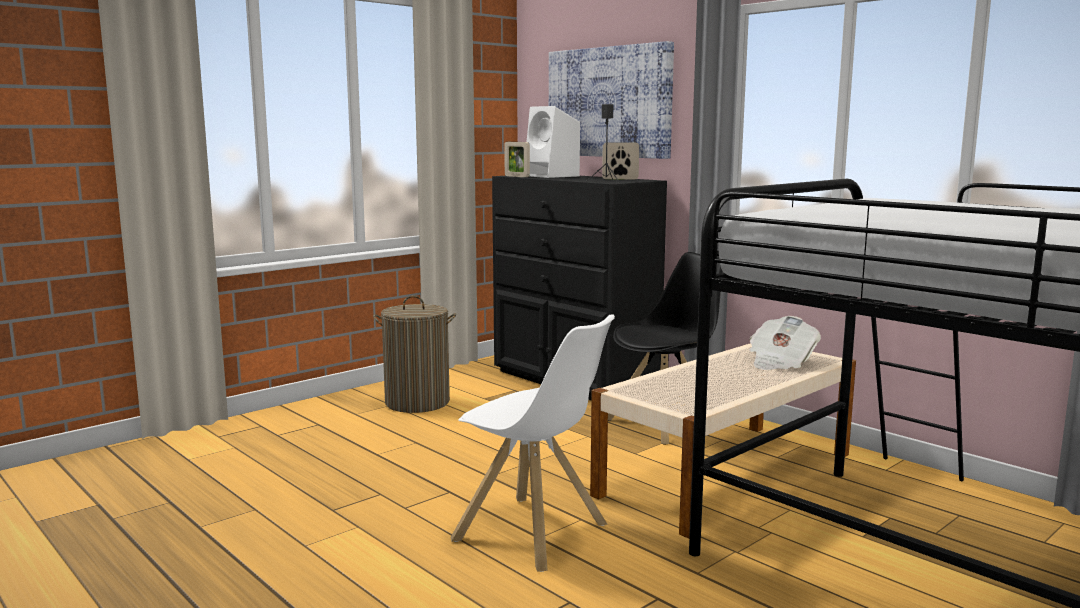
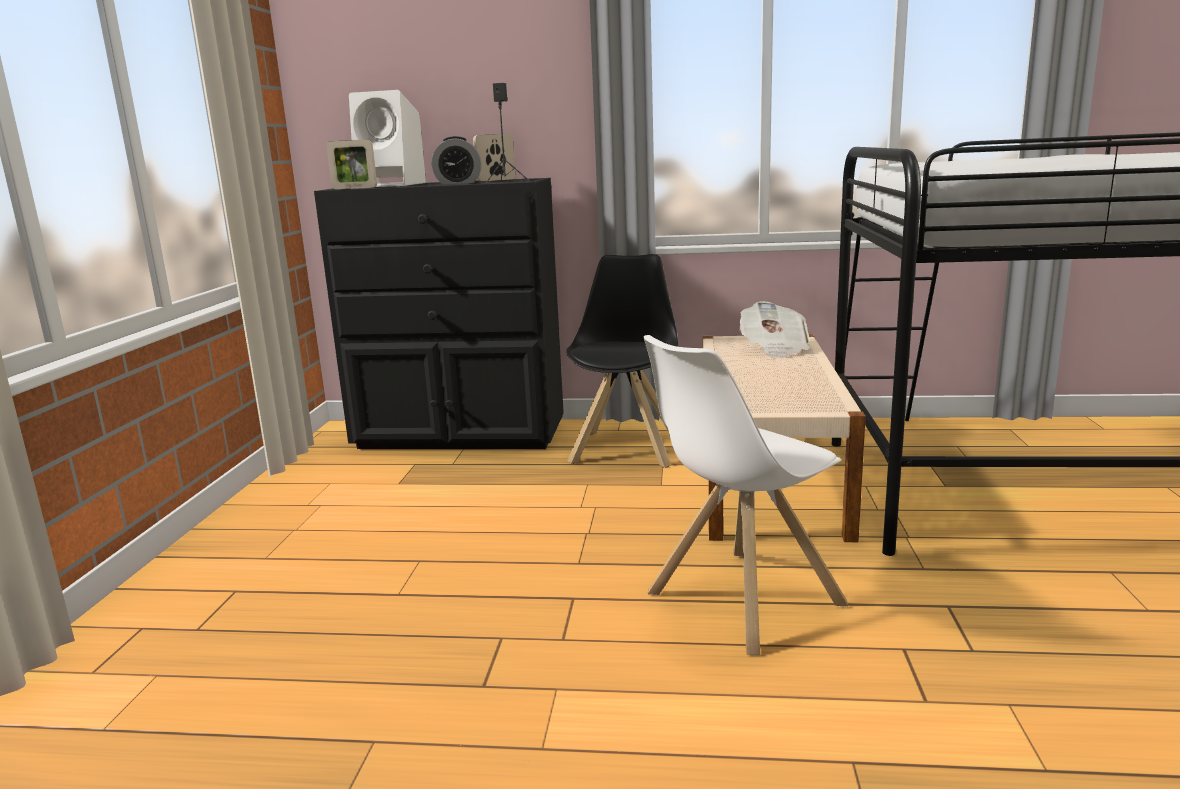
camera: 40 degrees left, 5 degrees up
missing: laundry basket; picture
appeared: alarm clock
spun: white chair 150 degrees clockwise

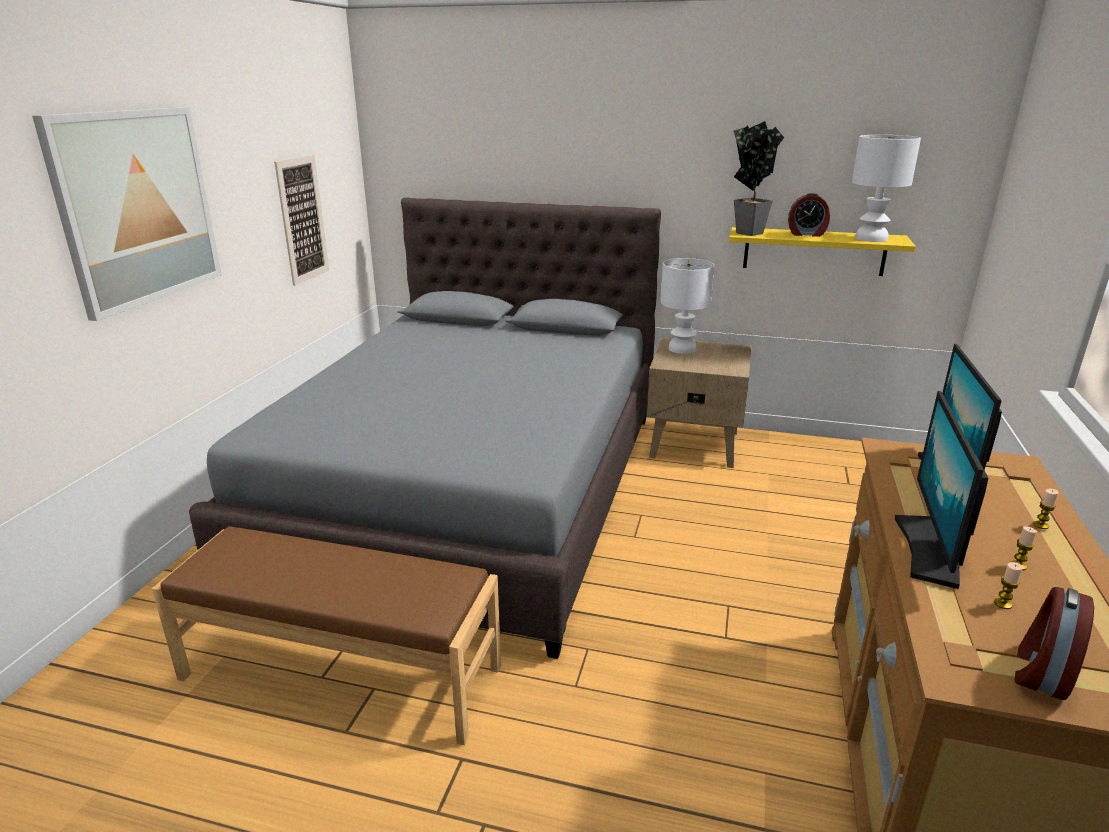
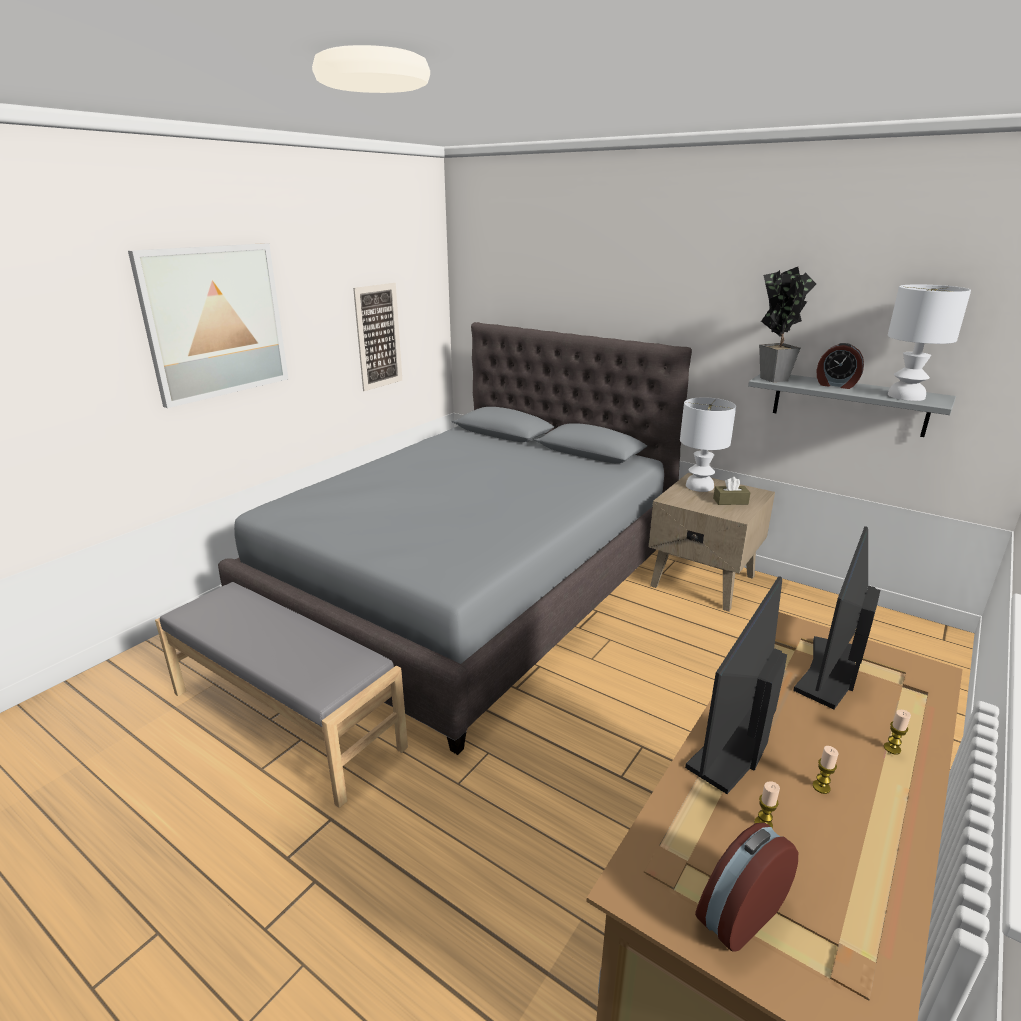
camera: 20 degrees right, 0 degrees up
appeared: brown tissue box
colour: brown bench to grey bench; yellow shelf to grey shelf

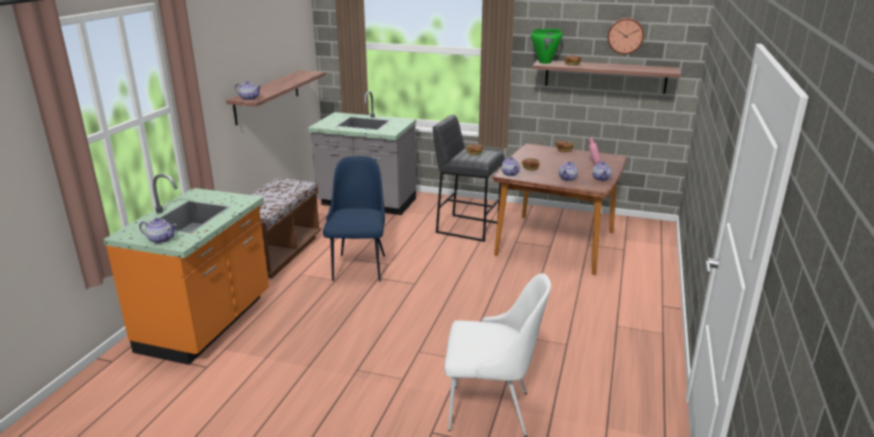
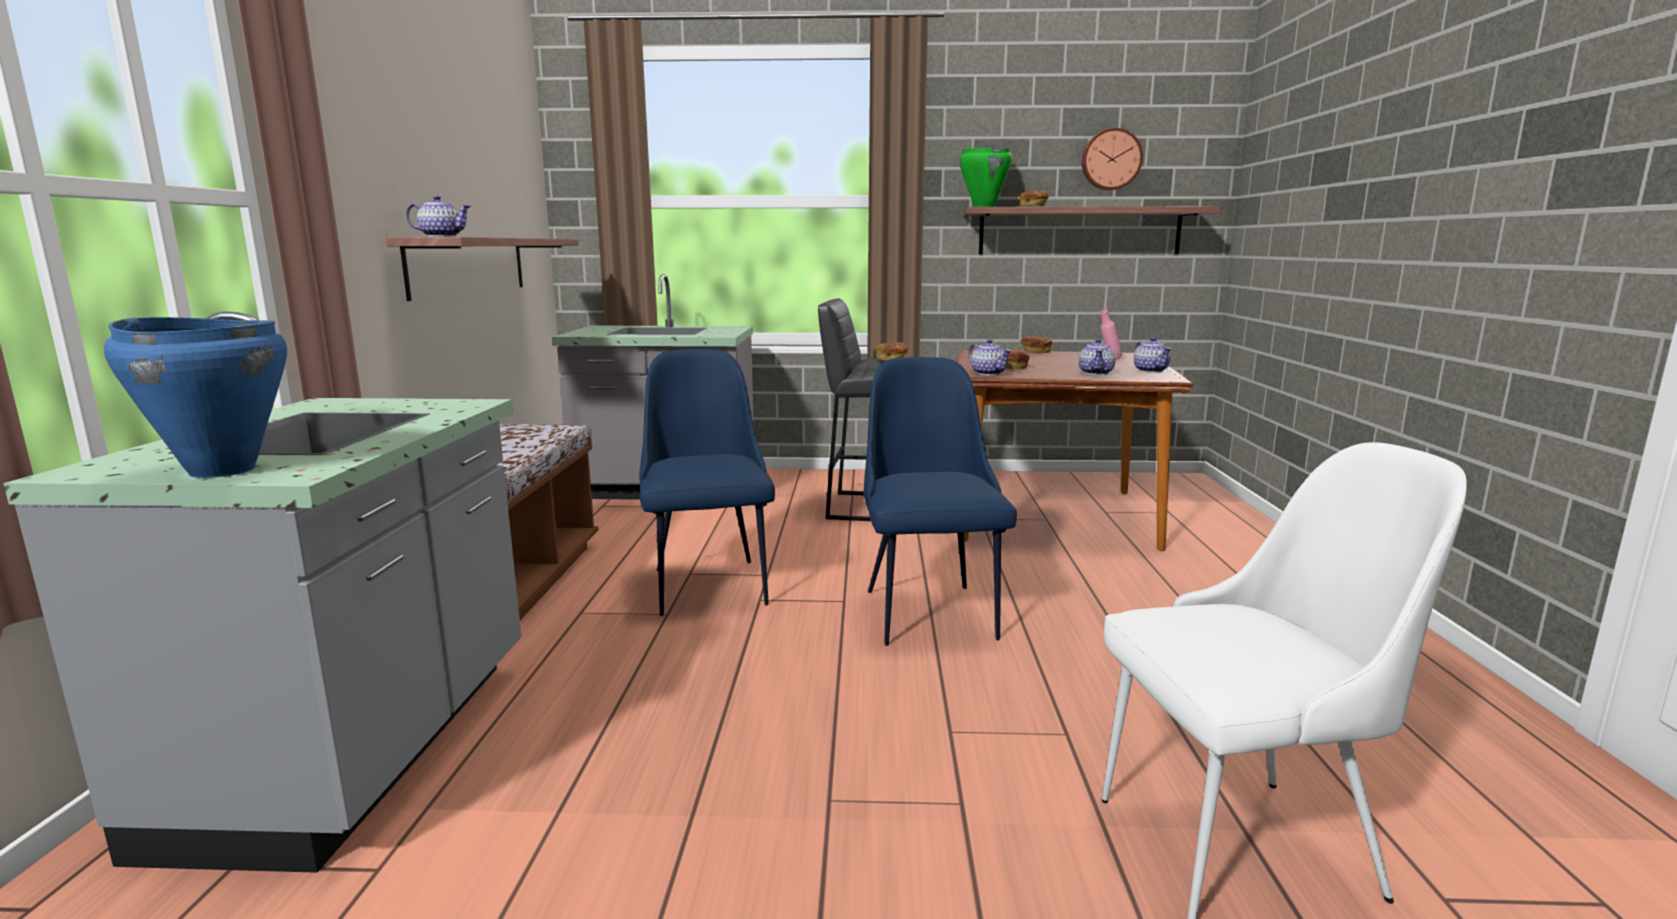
camera: 15 degrees left, 10 degrees down
appeared: blue chair (no. 2 from left)
exchanged: teapot (no. 1 from left) to blue cooking pot
colour: orange counter to grey counter (no. 1 from left)

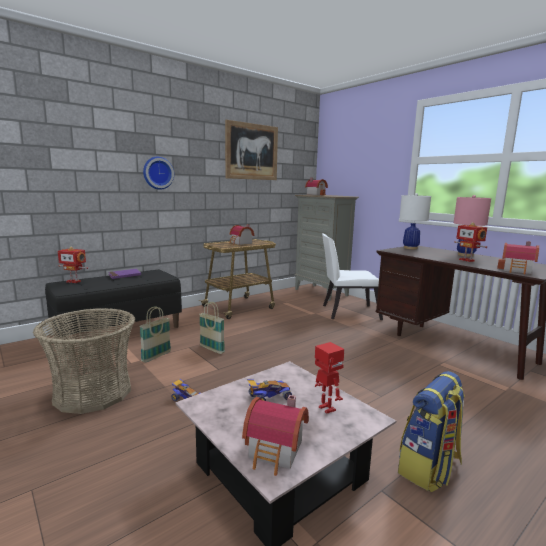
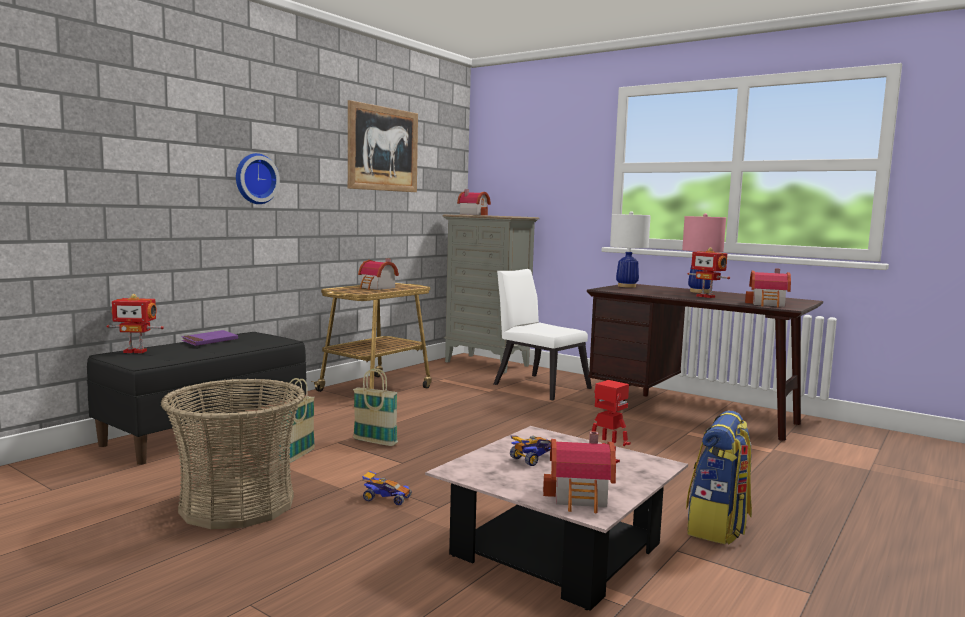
camera: 15 degrees left, 5 degrees down
spun: white chair 60 degrees clockwise

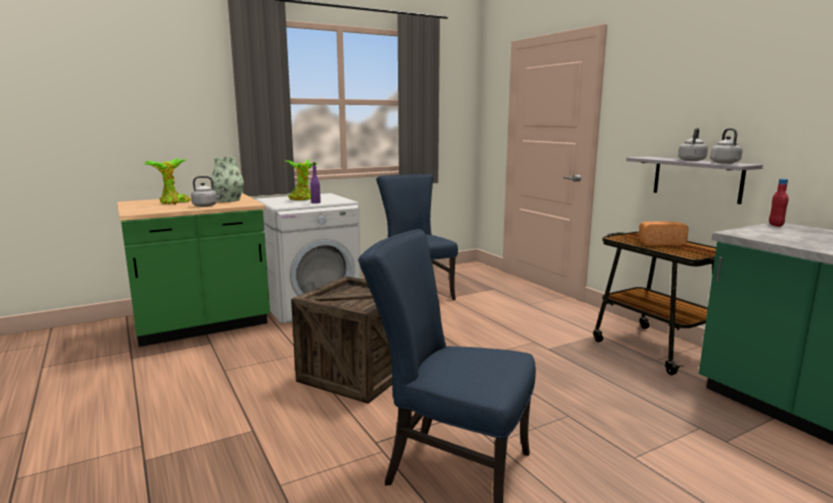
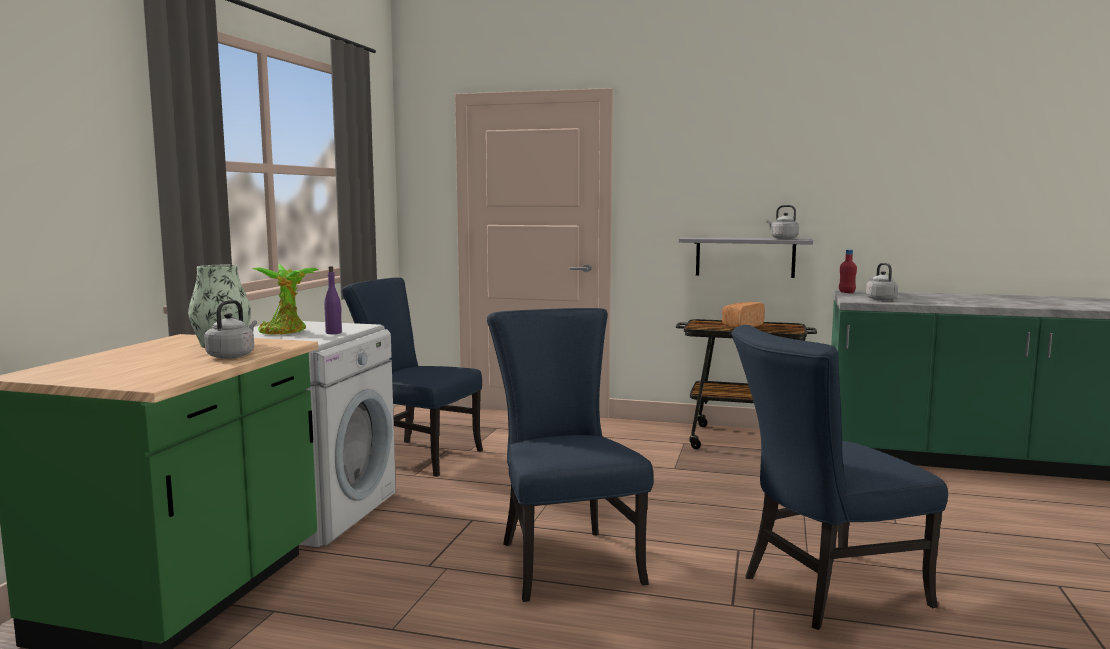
camera: 45 degrees left, 5 degrees down
missing: potted plant (no. 1 from left)
relocated: grey kettle (no. 2 from left in the first image) to grey kettle (no. 3 from left)
exchanged: crate to blue chair (no. 2 from left)

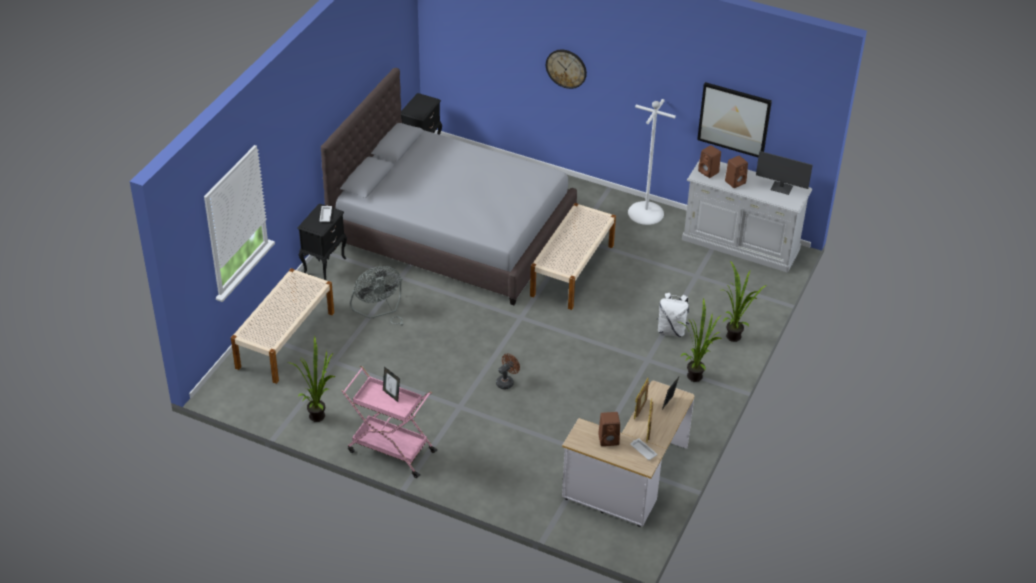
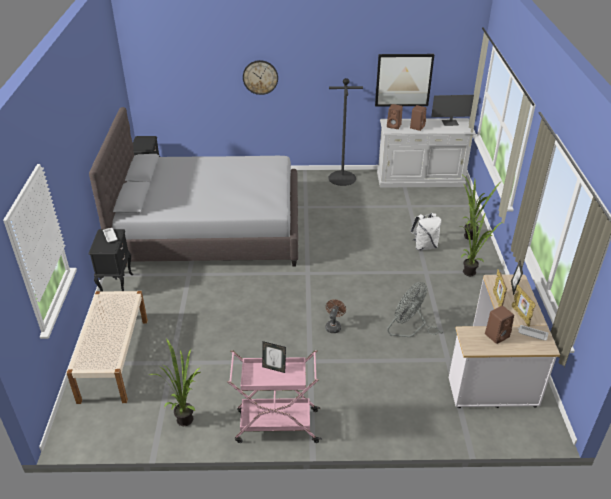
camera: 25 degrees left, 5 degrees down
missing: beige bench (no. 2 from left)
relocated: grey fan
colour: white clothes rack to black clothes rack

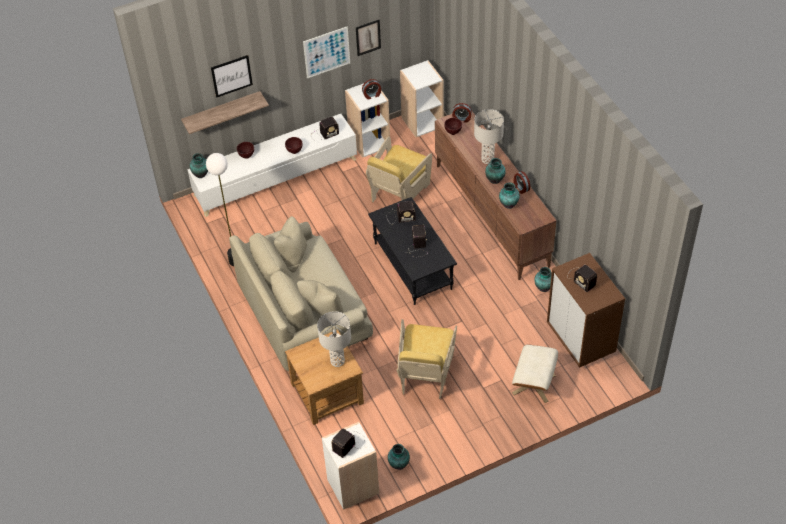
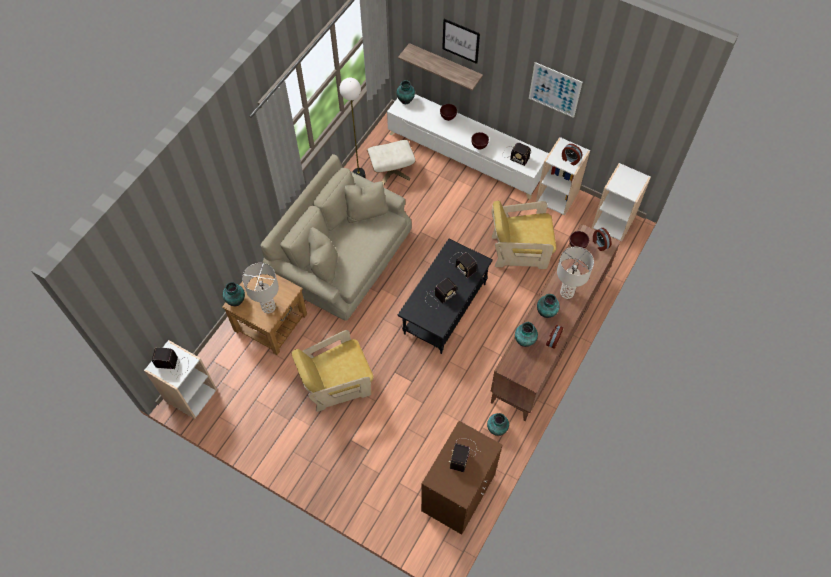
camera: 55 degrees right, 10 degrees up
missing: picture (no. 3 from left)
relocated: vase (no. 2 from left in the first image) to vase (no. 1 from left); beige ottoman

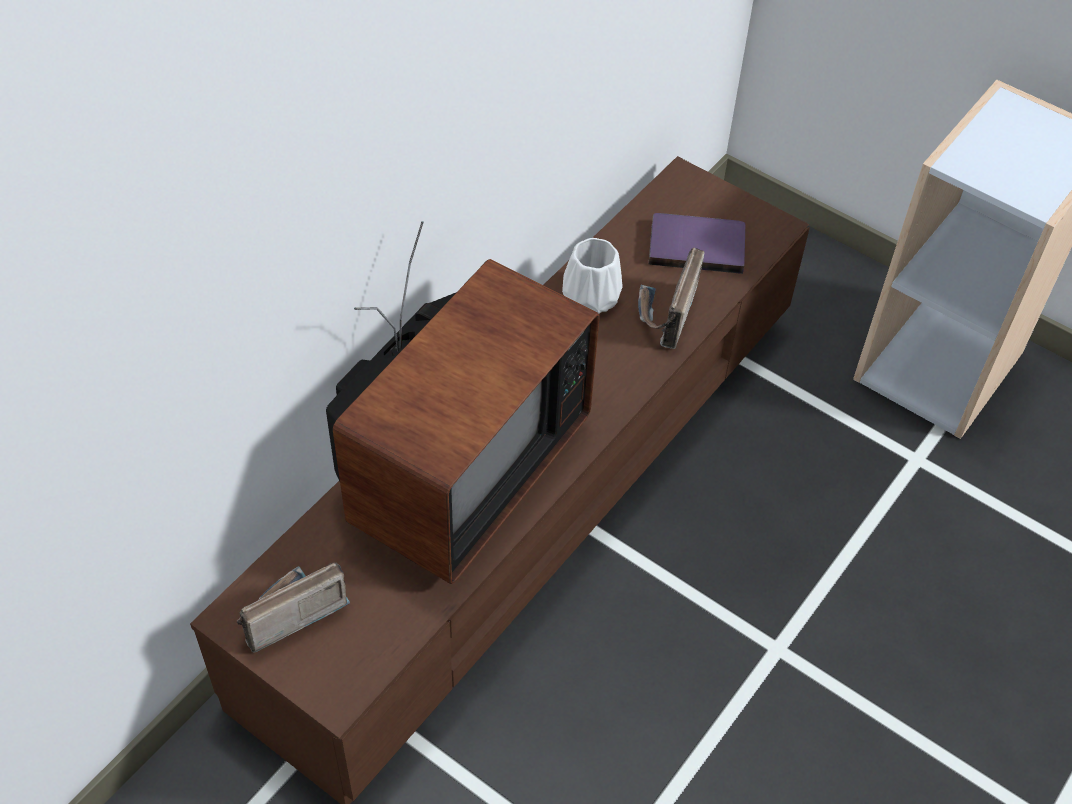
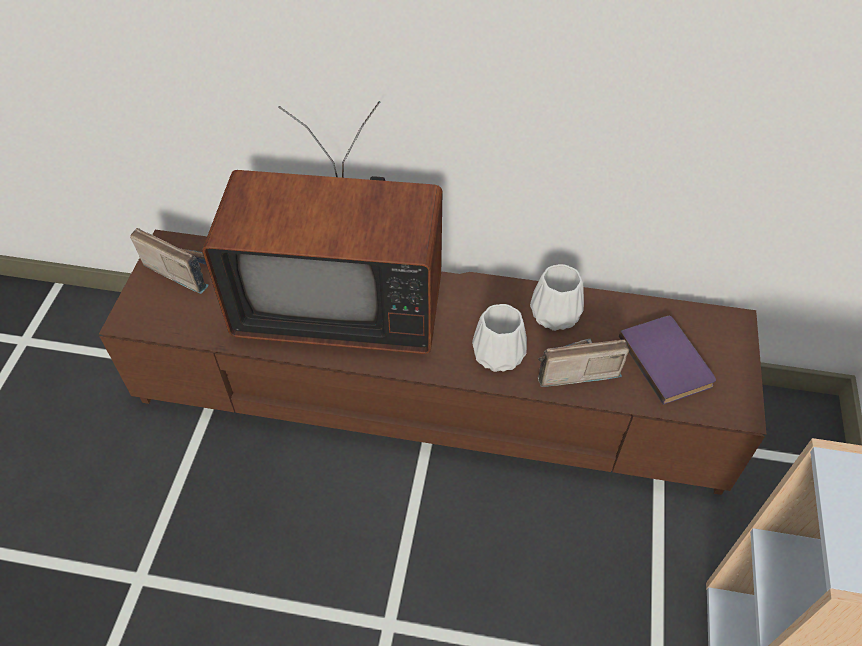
camera: 65 degrees right, 0 degrees up
appeared: white vase (no. 1 from left)

